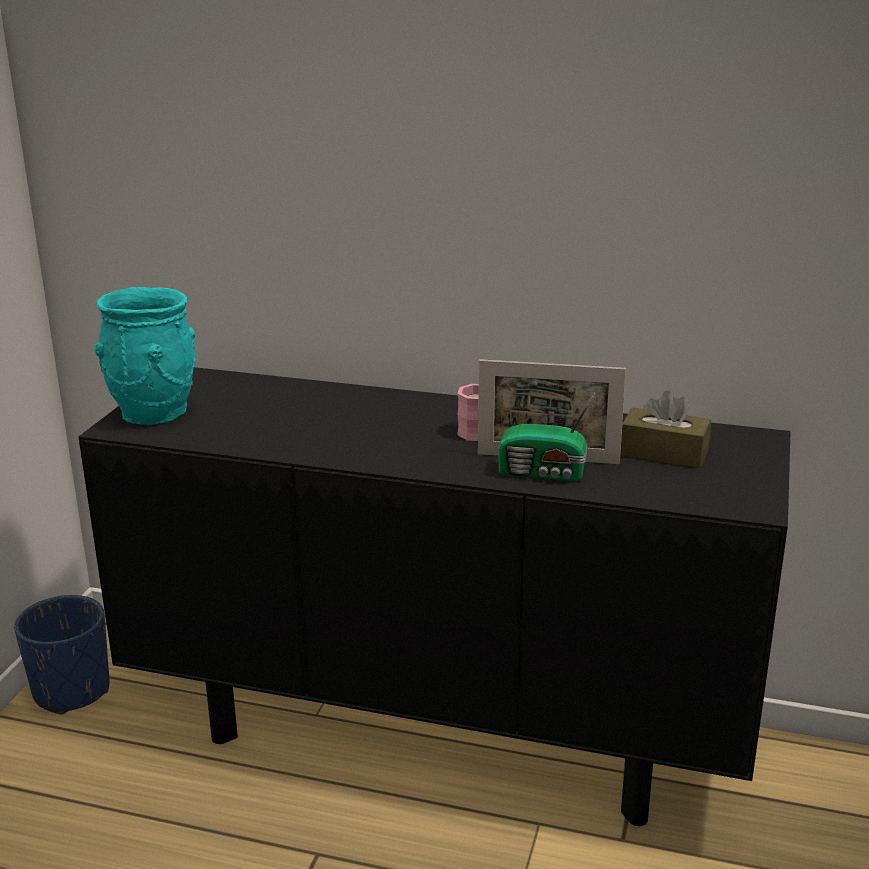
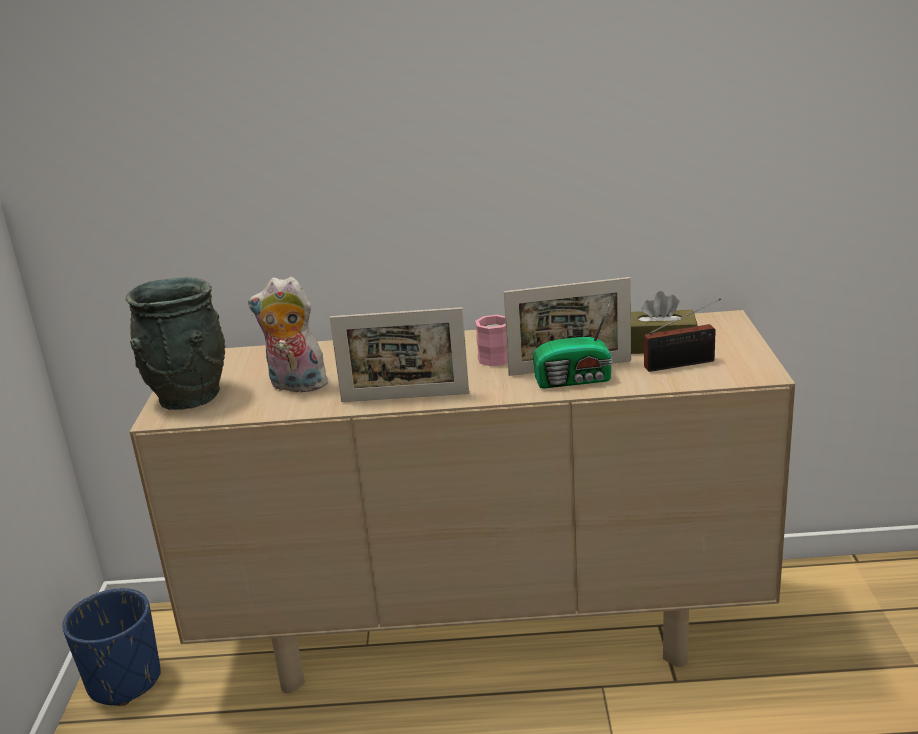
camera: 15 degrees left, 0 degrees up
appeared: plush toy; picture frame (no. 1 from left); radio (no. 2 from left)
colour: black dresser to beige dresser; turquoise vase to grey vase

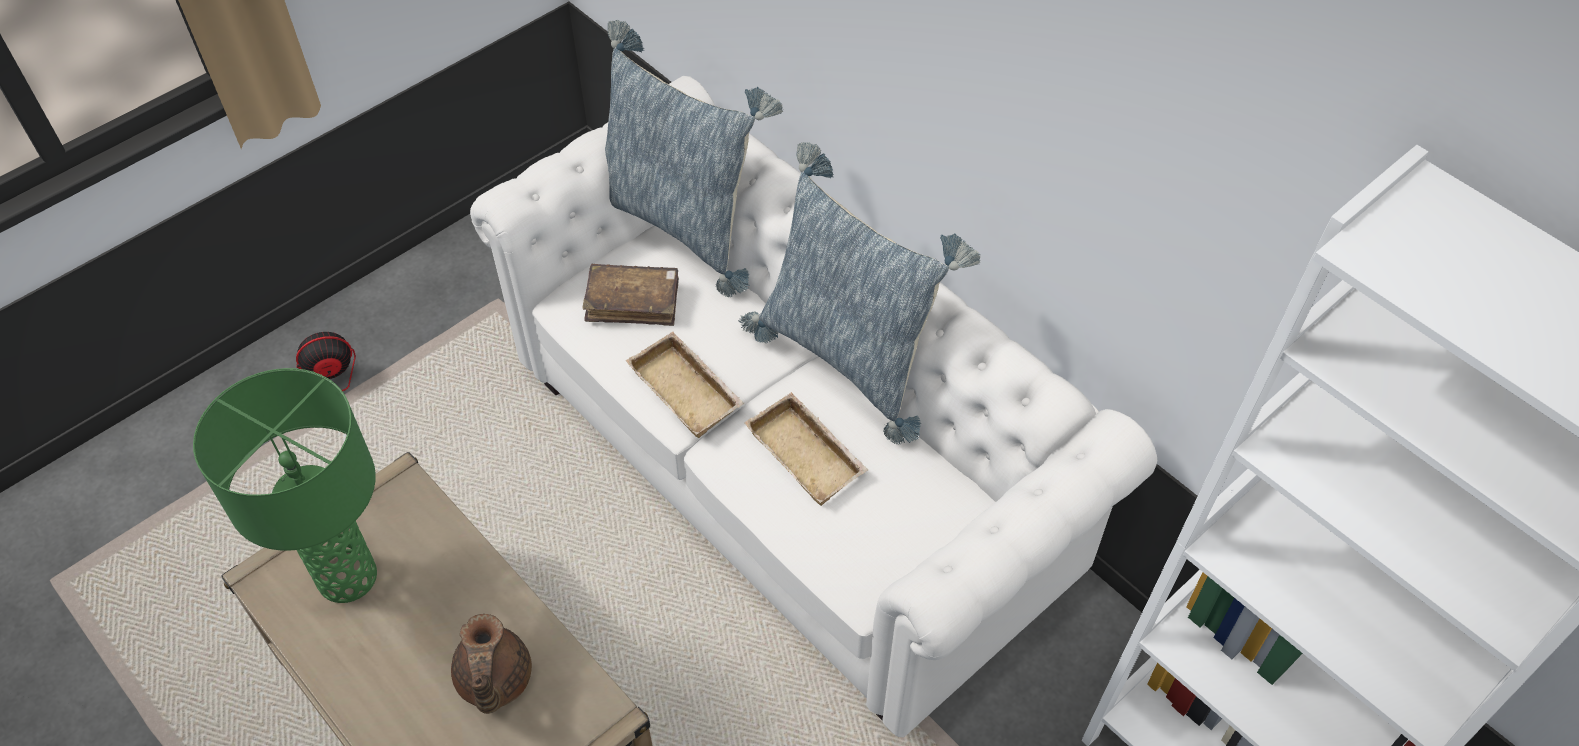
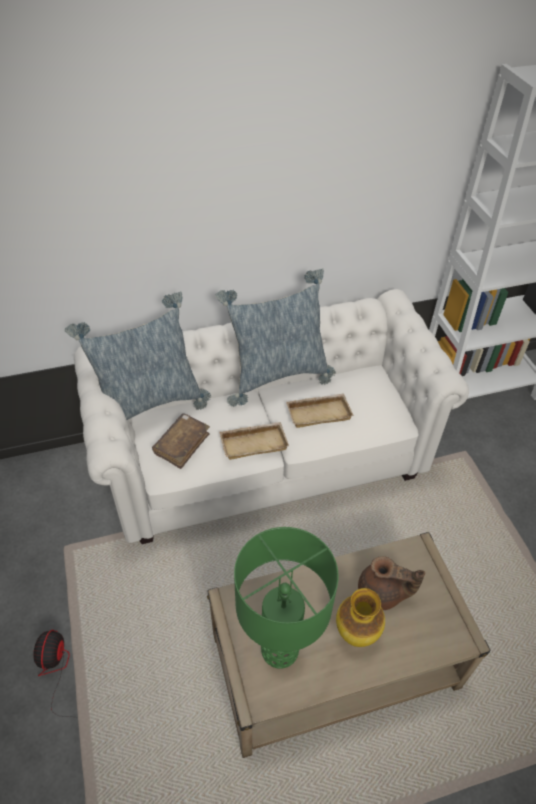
camera: 65 degrees left, 5 degrees down
appeared: vase

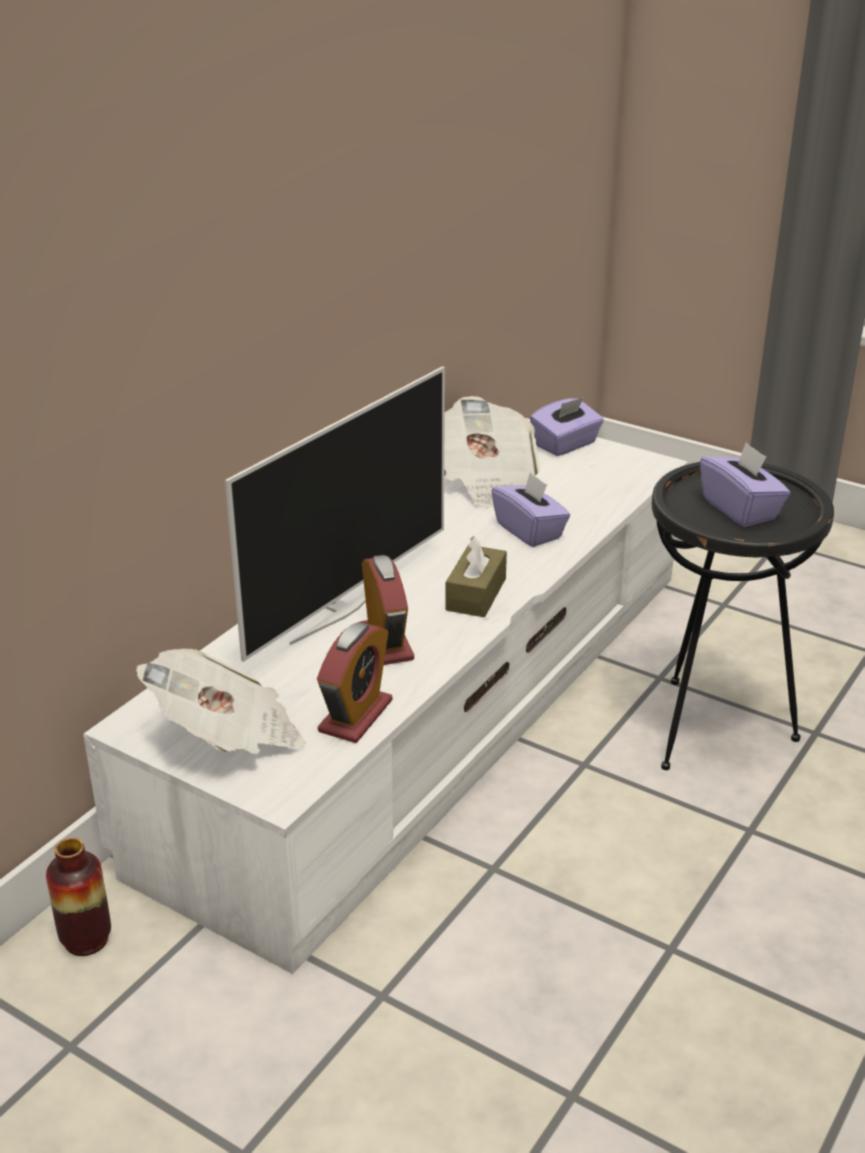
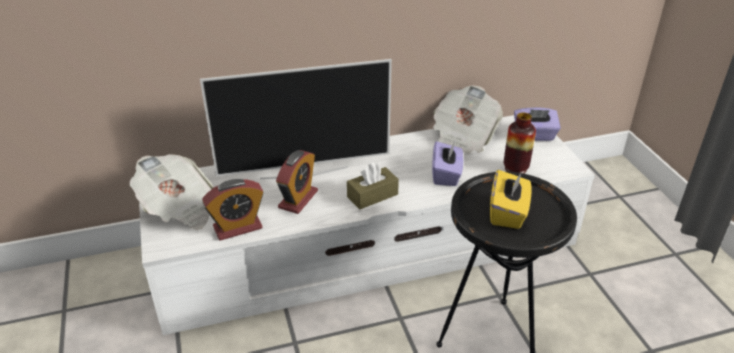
camera: 40 degrees right, 5 degrees up
relocated: vase
colour: purple tissue box (no. 3 from left) to yellow tissue box

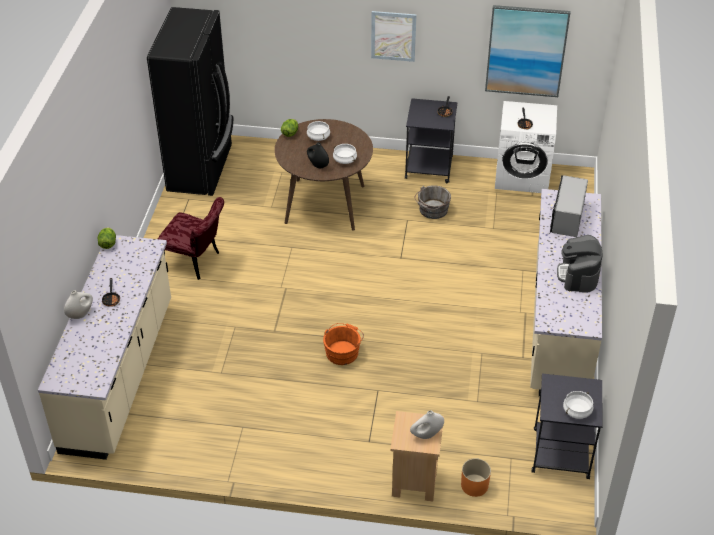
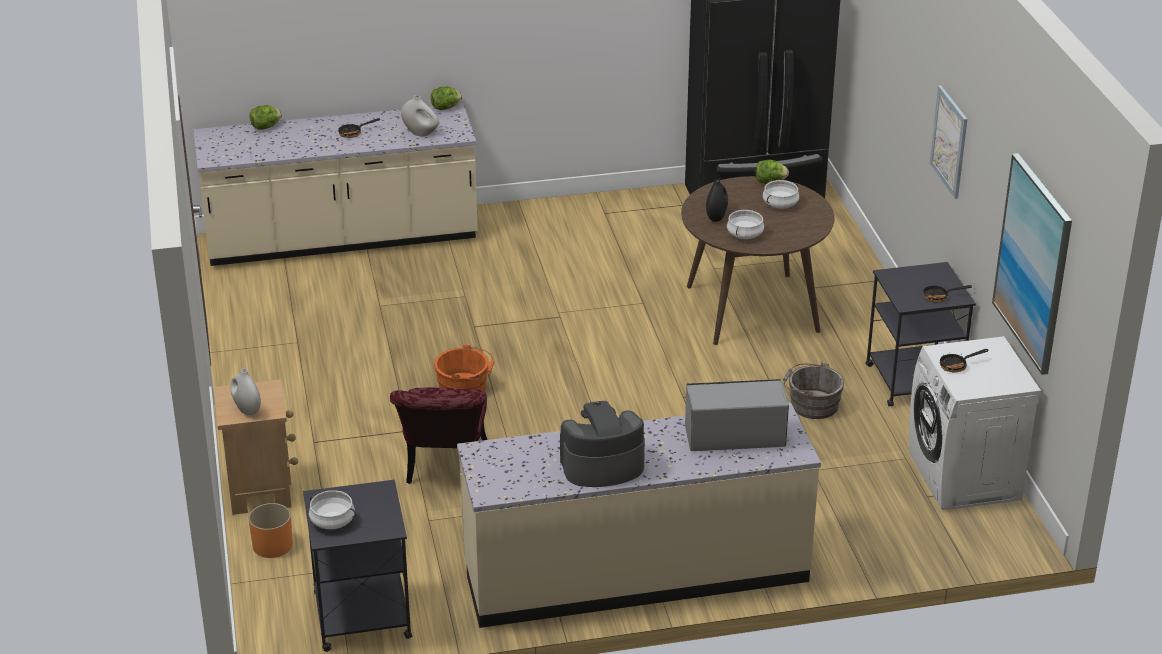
camera: 70 degrees right, 10 degrees down
appeared: lettuce (no. 1 from left)
relocated: white vase (no. 1 from left in the first image) to white vase (no. 2 from left); red chair

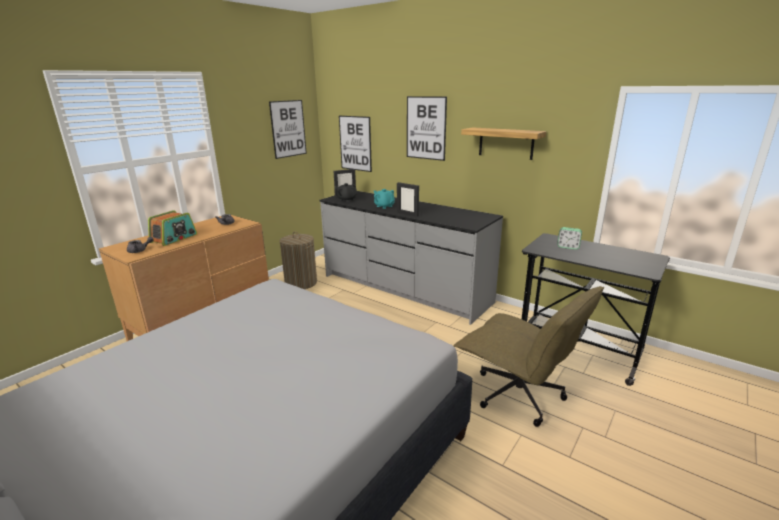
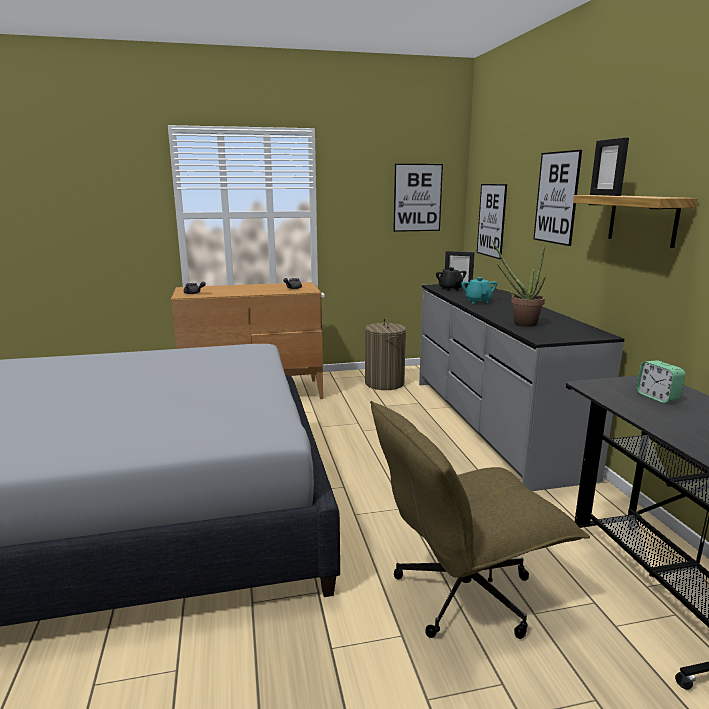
camera: 40 degrees right, 5 degrees down
missing: radio
appeared: potted plant
relocated: picture frame (no. 2 from left)
spun: beige office chair 75 degrees clockwise

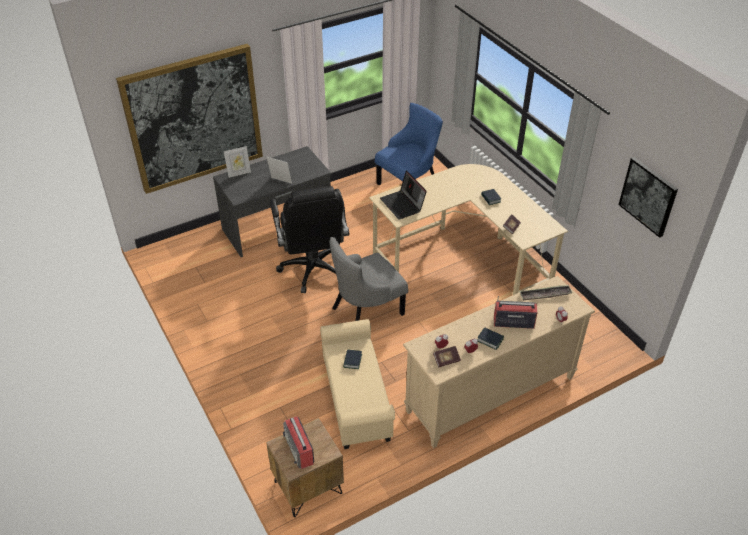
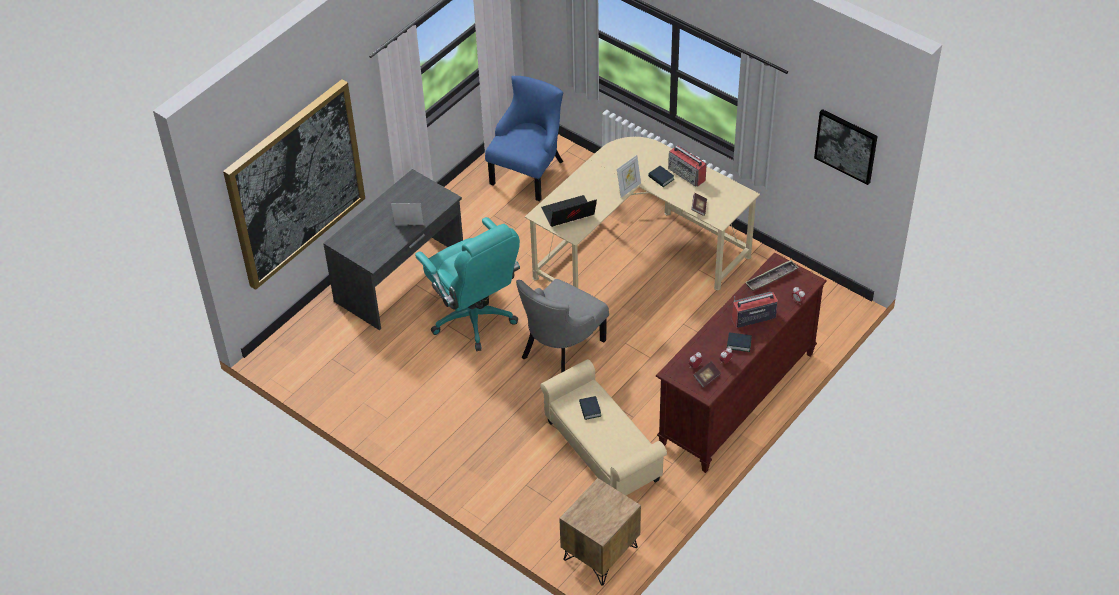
camera: 20 degrees left, 5 degrees up
relocated: picture frame (no. 1 from left in the first image) to picture frame (no. 2 from left); radio (no. 1 from left)
colour: black office chair to turquoise office chair; beige dresser to red dresser
spun: laptop 120 degrees clockwise

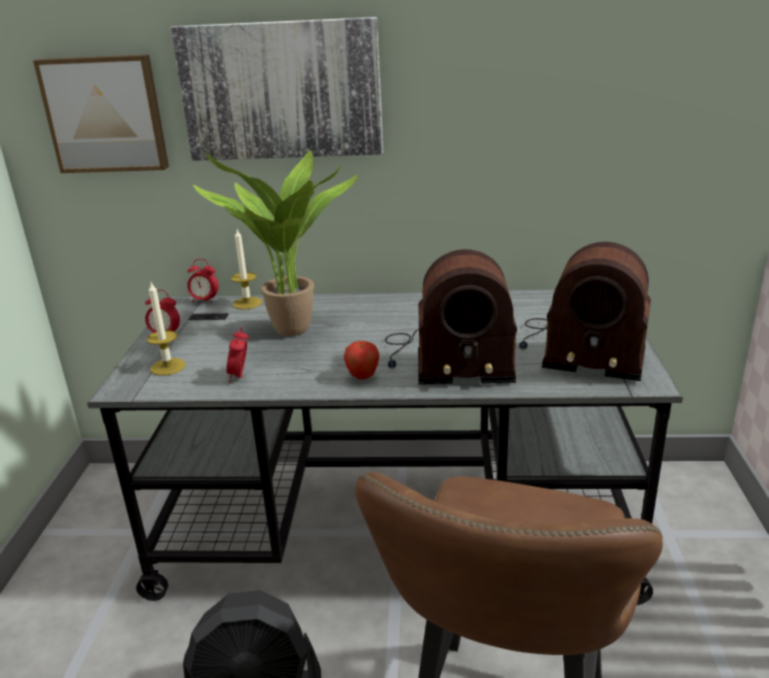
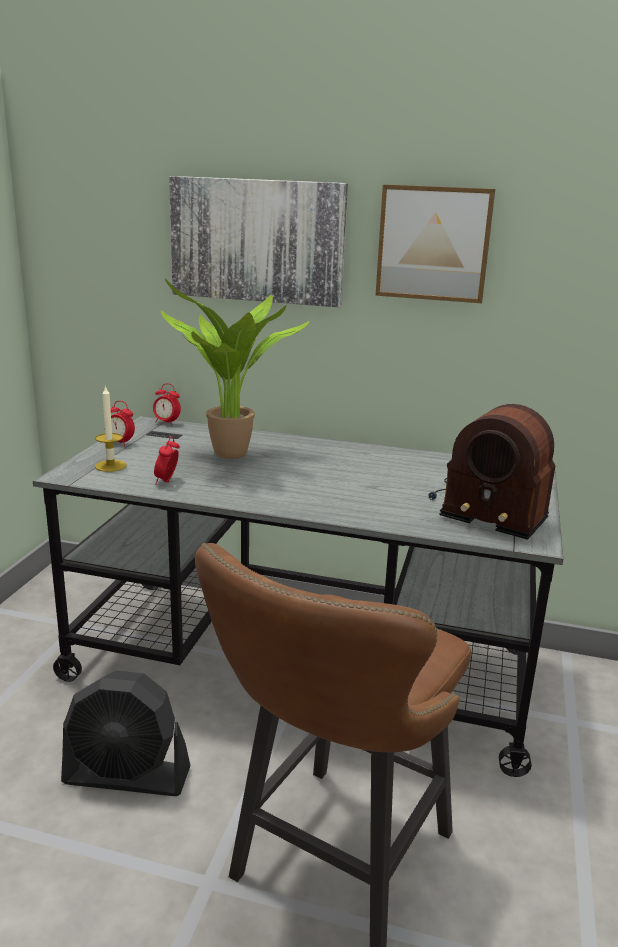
camera: 10 degrees right, 5 degrees down
missing: candle (no. 2 from left); apple; radio (no. 1 from left)
relocated: picture (no. 1 from left in the first image) to picture (no. 2 from left)

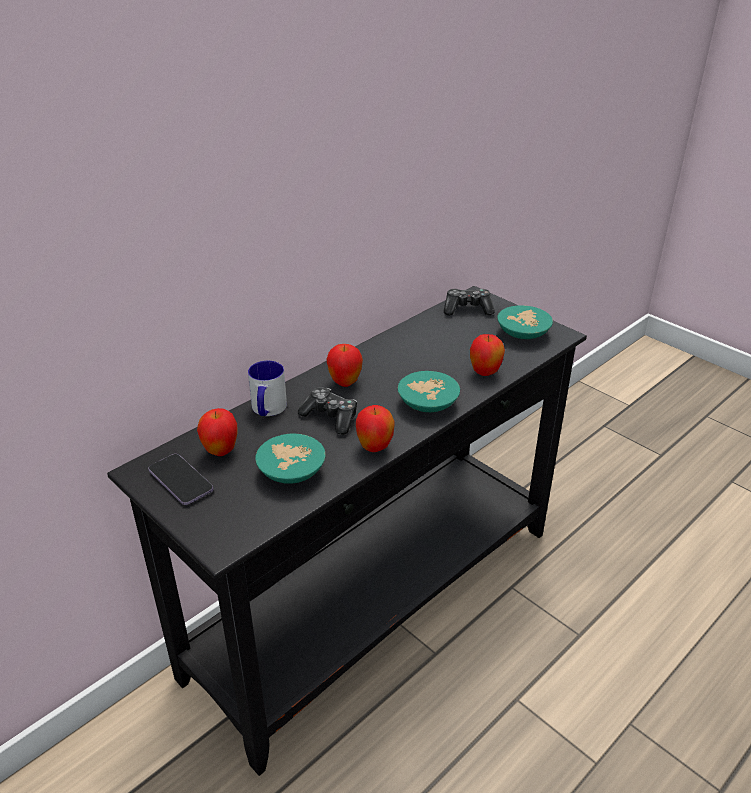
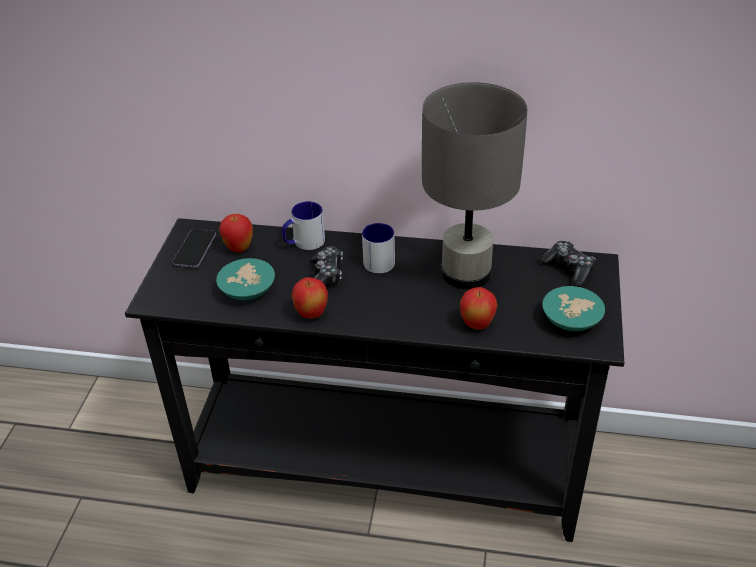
camera: 55 degrees right, 5 degrees up
missing: turquoise bowl (no. 2 from left)
appeared: grey table lamp
exchanged: apple (no. 2 from left) to mug (no. 2 from left)

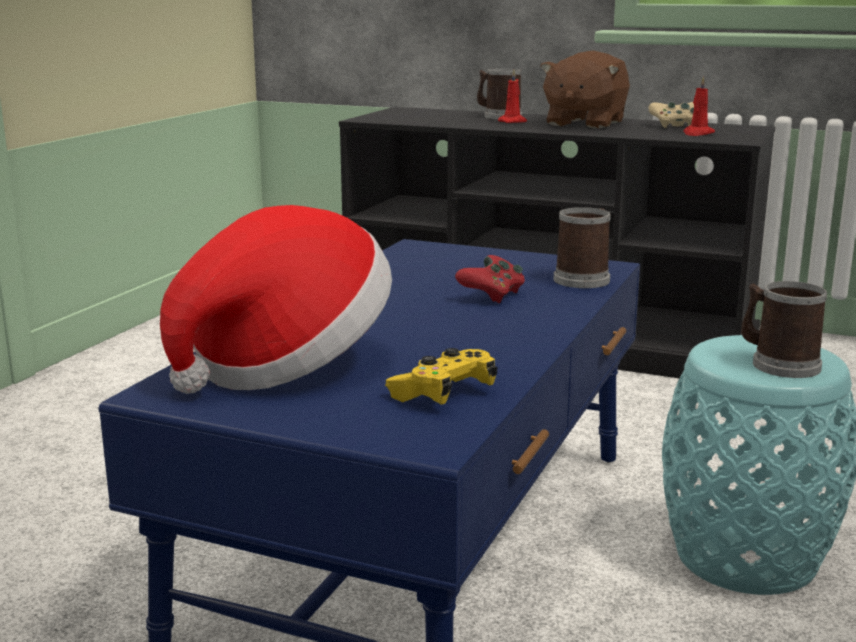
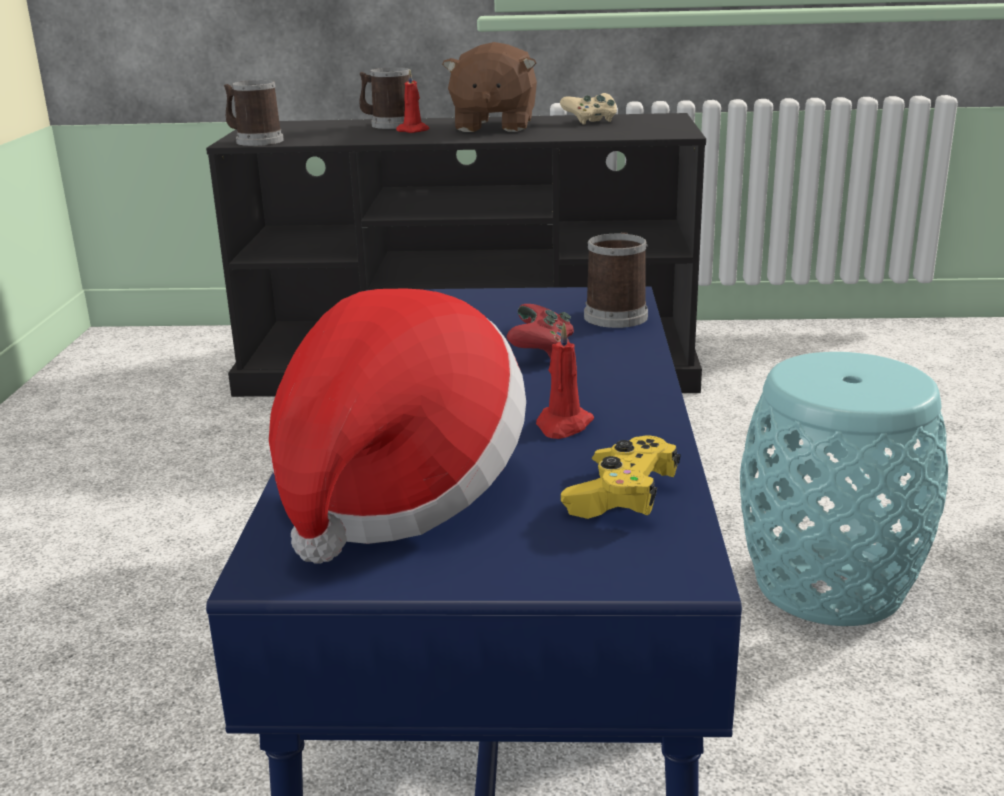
camera: 20 degrees left, 5 degrees up
relocated: red candle (no. 2 from left); mug (no. 3 from left in the first image) to mug (no. 1 from left)

